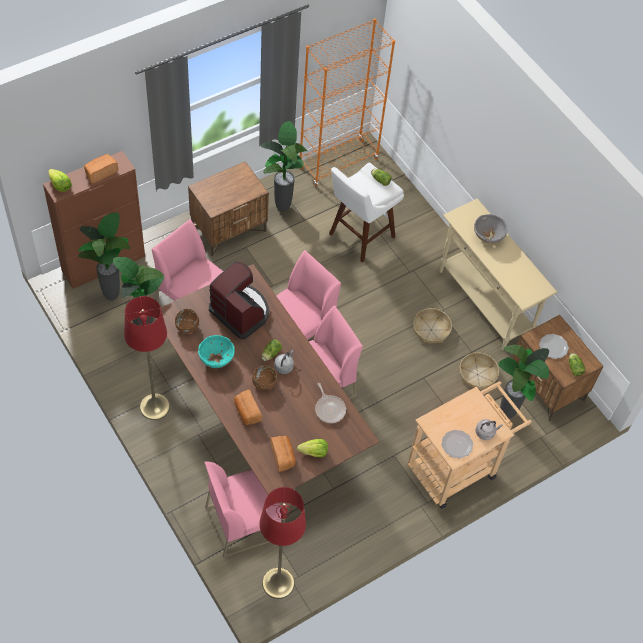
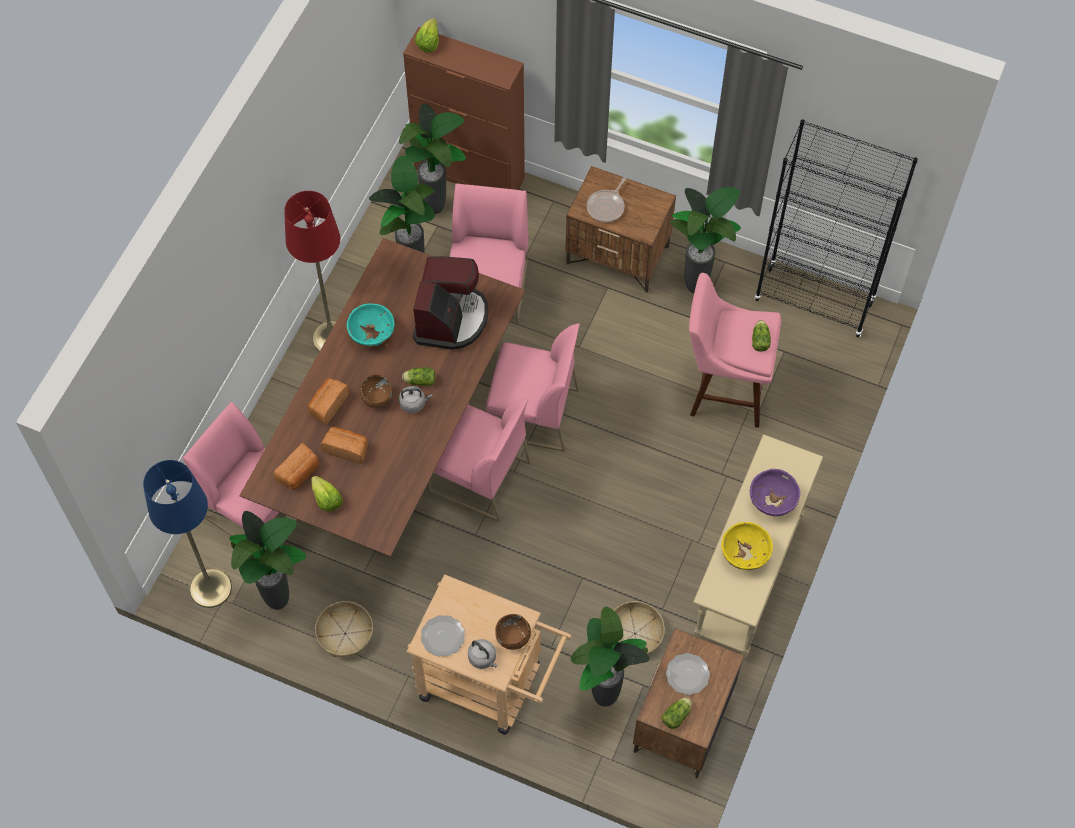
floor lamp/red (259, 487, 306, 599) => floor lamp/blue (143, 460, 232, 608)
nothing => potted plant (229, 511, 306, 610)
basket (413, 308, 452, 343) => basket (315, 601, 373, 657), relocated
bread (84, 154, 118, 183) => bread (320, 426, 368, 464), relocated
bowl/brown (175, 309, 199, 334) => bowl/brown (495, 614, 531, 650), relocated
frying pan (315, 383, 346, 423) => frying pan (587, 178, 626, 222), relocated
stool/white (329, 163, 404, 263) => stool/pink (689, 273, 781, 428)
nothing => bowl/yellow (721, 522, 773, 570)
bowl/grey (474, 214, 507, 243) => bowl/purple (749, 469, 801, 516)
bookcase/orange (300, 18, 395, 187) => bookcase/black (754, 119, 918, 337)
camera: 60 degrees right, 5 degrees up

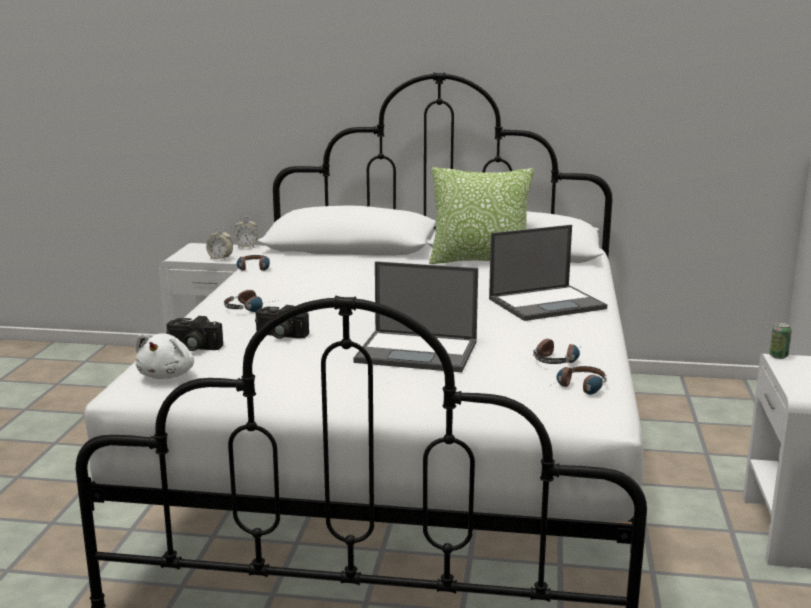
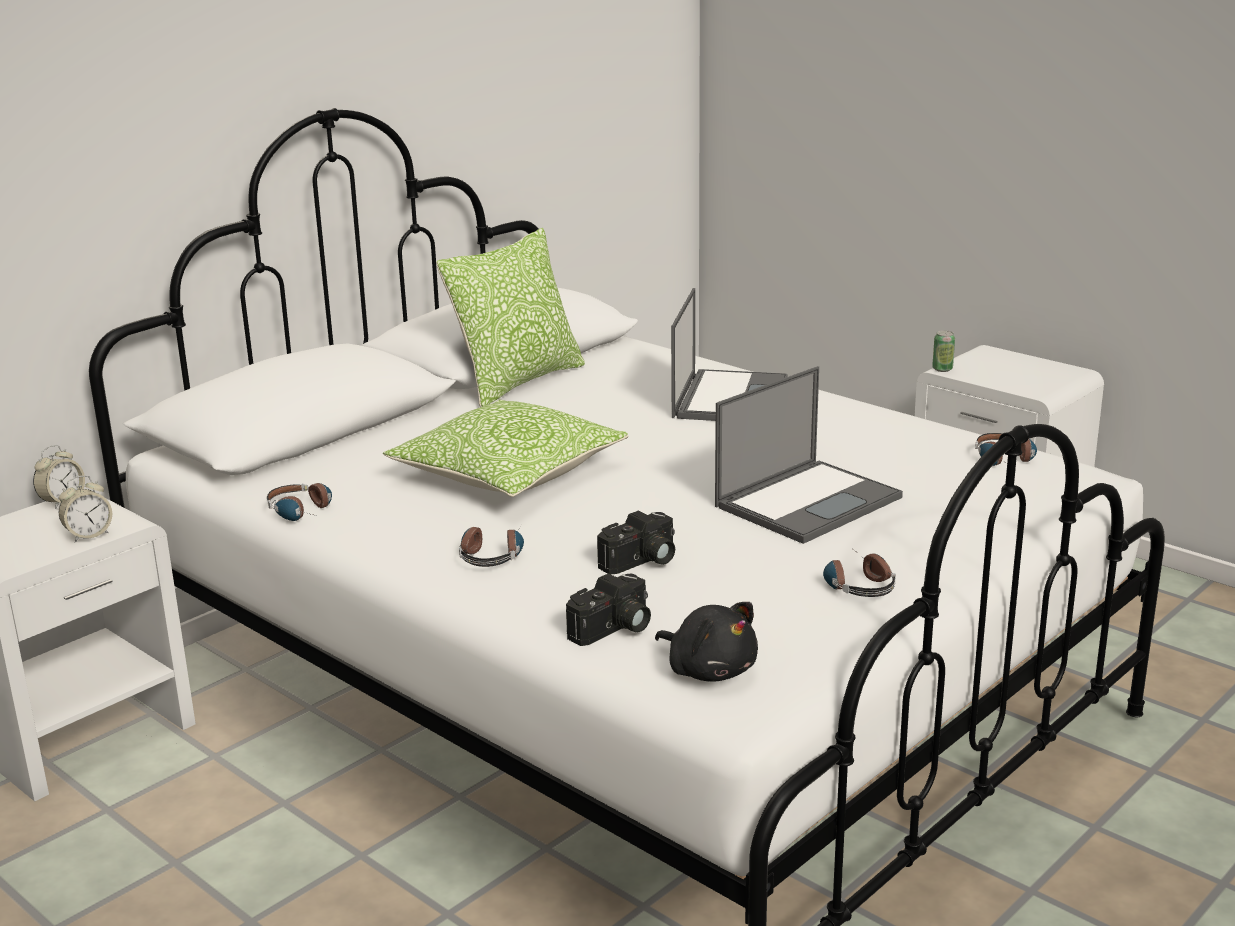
nothing => pillow (383, 400, 629, 497)
plush toy/white (136, 333, 194, 379) => plush toy/black (655, 602, 758, 682)
headphones (533, 339, 583, 364) => headphones (823, 549, 896, 597), relocated
camera: 55 degrees left, 5 degrees up

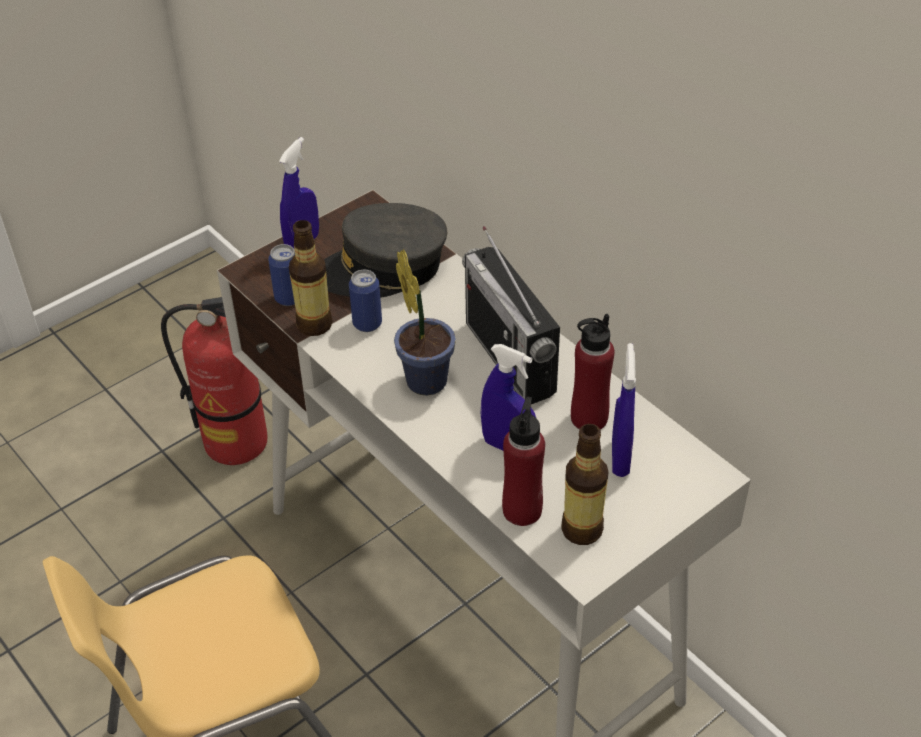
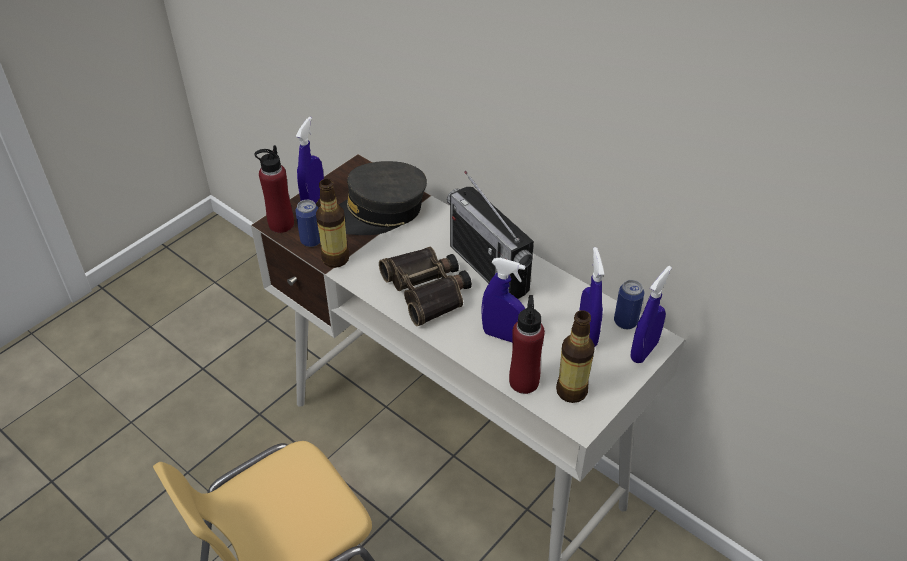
bottle/red (571, 314, 615, 430) => bottle/red (254, 145, 294, 233), relocated
potted plant (394, 249, 456, 395) => binoculars (379, 247, 472, 326)
can (349, 270, 382, 332) => can (614, 280, 644, 329), relocated
nothing => spray bottle/blue (631, 266, 672, 363)
fire extinguisher (161, 297, 268, 465) => nothing
camera: 10 degrees left, 0 degrees up

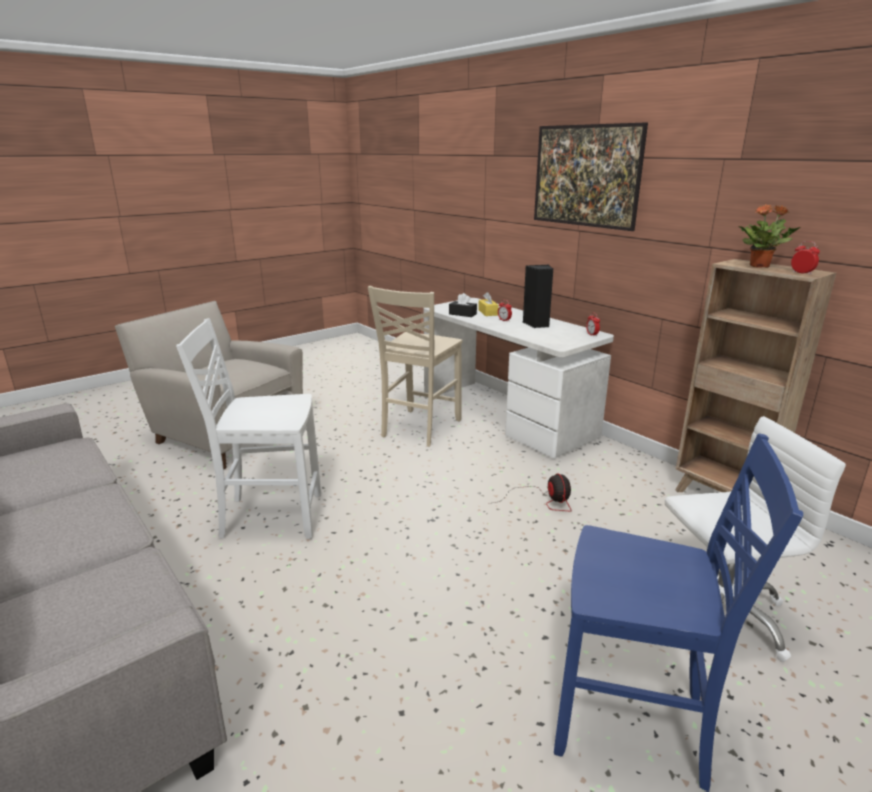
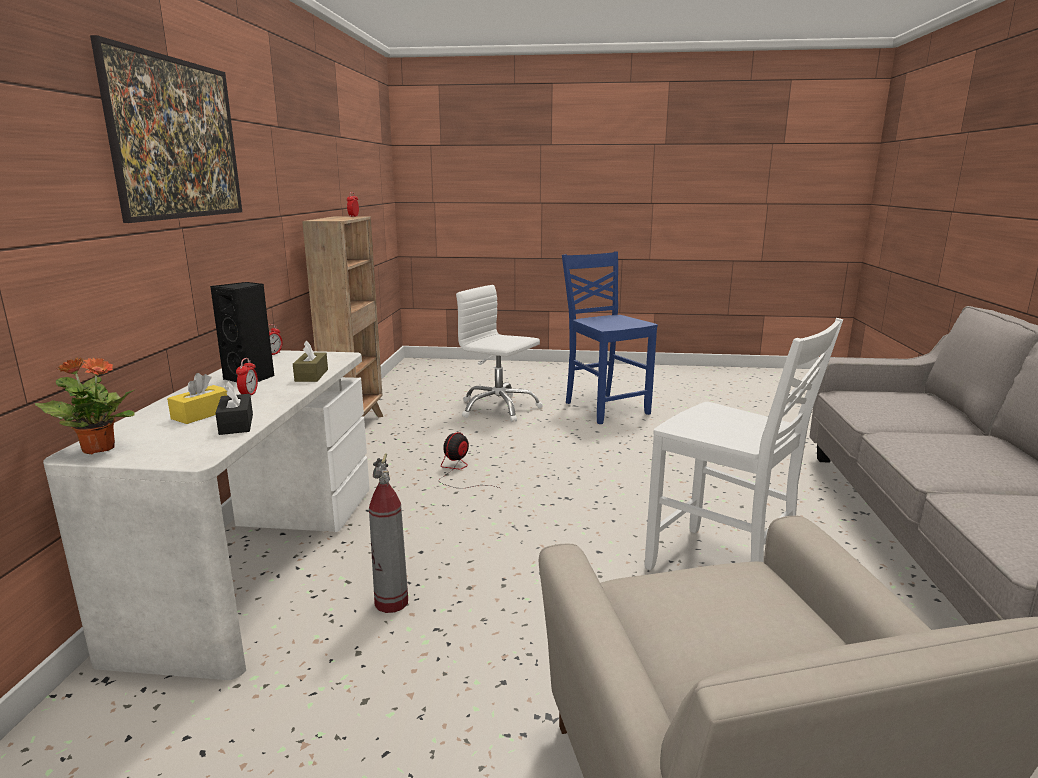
potted plant (738, 204, 801, 268) => potted plant (35, 357, 135, 454), relocated
nothing => tissue box/brown (293, 340, 328, 382)
chair/beige (368, 286, 462, 447) => fire extinguisher (369, 453, 408, 613)
camera: 135 degrees left, 5 degrees down

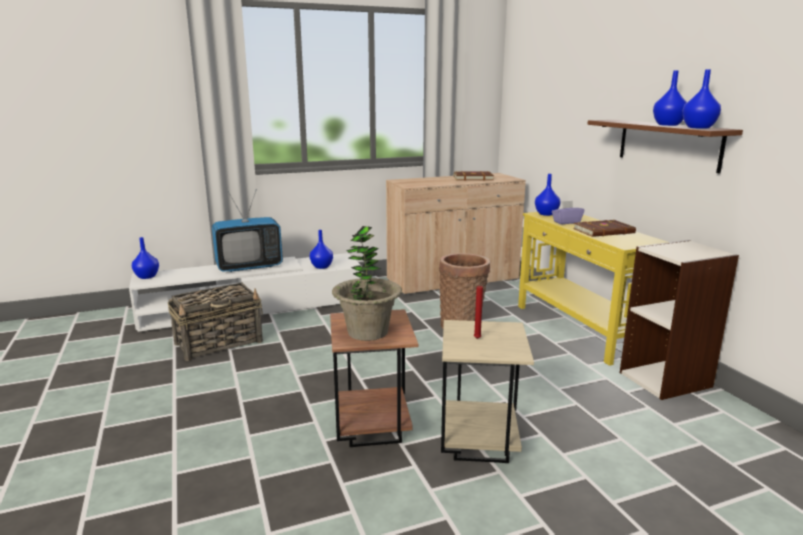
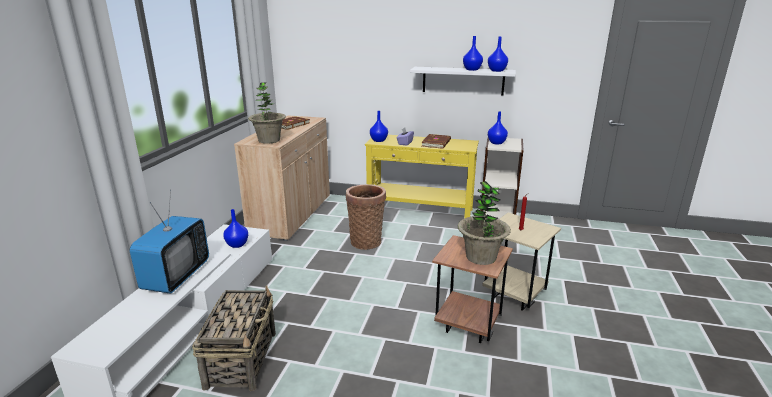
nothing => potted plant (248, 83, 286, 143)
shelf/brown (587, 120, 743, 174) => shelf/white (410, 67, 516, 95)
vase/blue (132, 237, 159, 279) => vase/blue (488, 111, 508, 144), relocated
camera: 55 degrees left, 5 degrees up

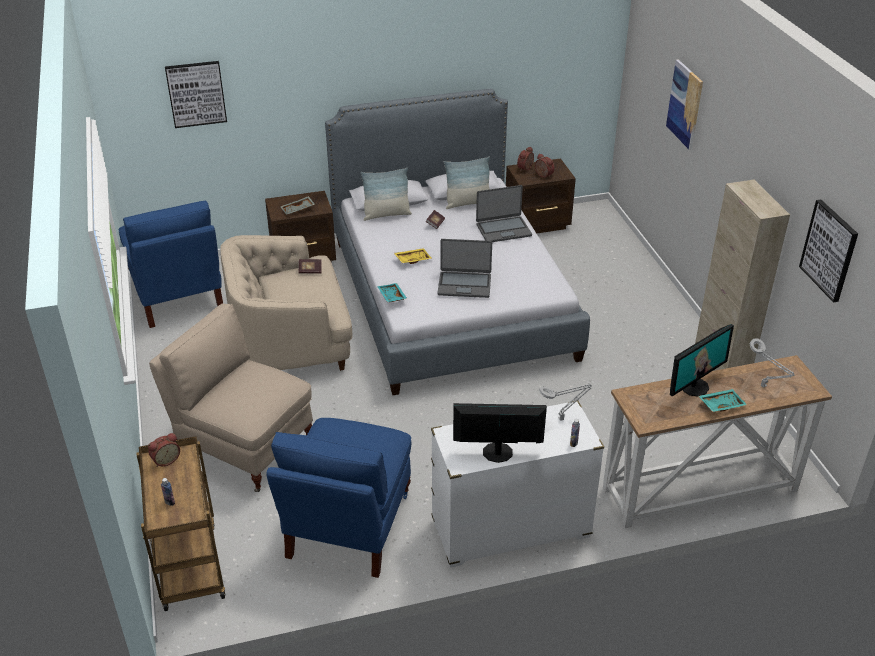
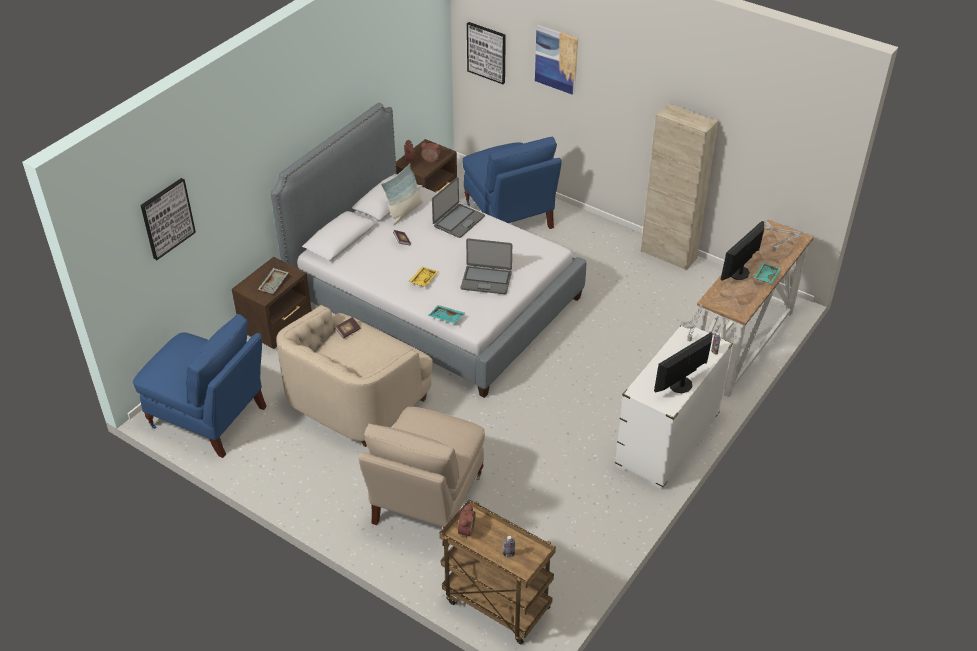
chair/beige (149, 303, 313, 492) => chair/beige (358, 407, 485, 547), 60 degrees counterclockwise
laptop (437, 239, 492, 298) => laptop (461, 238, 512, 294), 45 degrees clockwise
chair/blue (267, 418, 411, 578) => chair/blue (462, 137, 562, 229), relocated
picture (799, 199, 858, 303) => picture (467, 22, 506, 84), relocated
monitor (670, 324, 734, 397) => monitor (720, 221, 764, 281), 150 degrees counterclockwise
pillow (360, 168, 412, 221) => nothing
camera: 40 degrees left, 5 degrees up

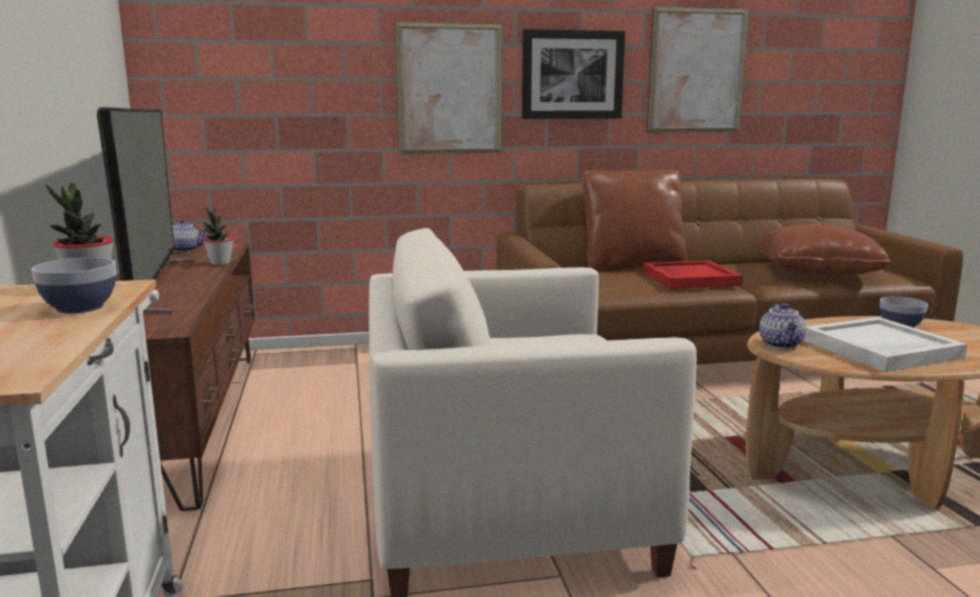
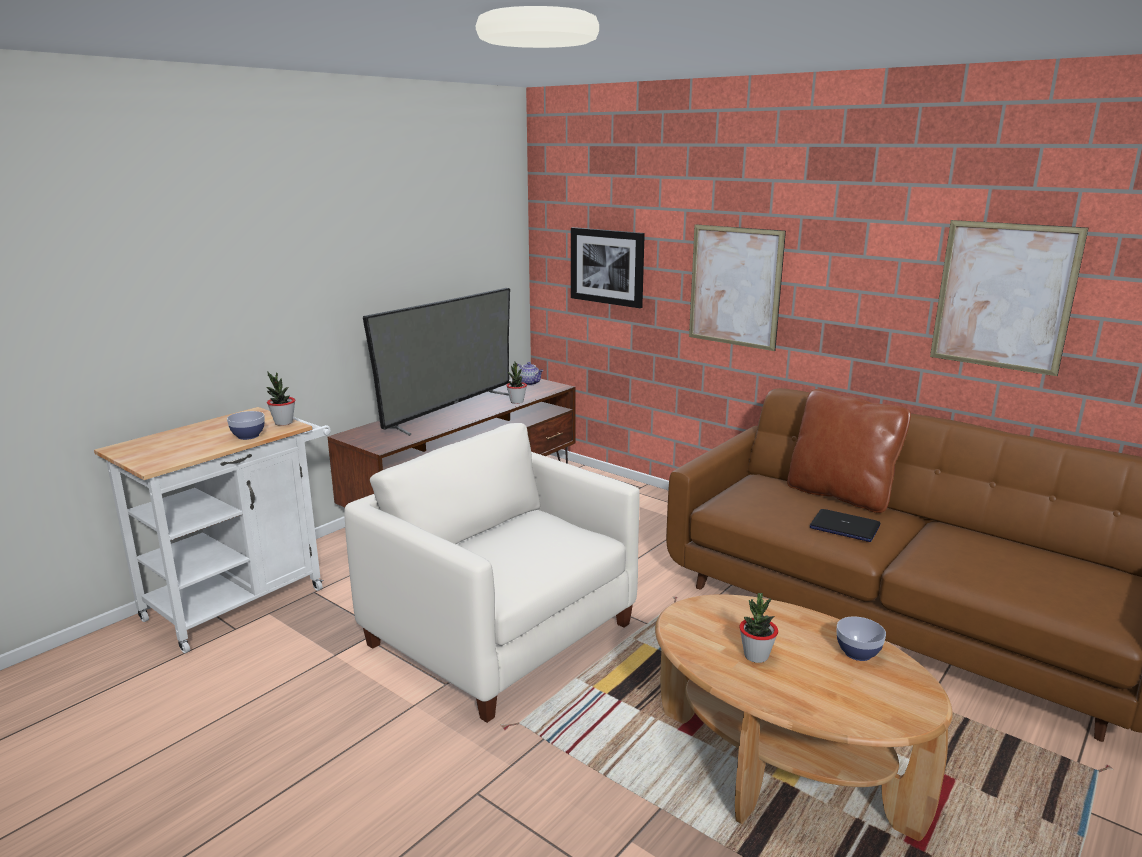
picture (522, 29, 625, 119) => picture (571, 227, 645, 308), relocated
tray/white (803, 317, 967, 372) => potted plant (739, 593, 778, 663)
tray/red (643, 260, 743, 289) => laptop (810, 509, 880, 542)
teapot (759, 303, 806, 349) => nothing
pillow/brown (760, 224, 891, 276) => nothing
camera: 50 degrees right, 5 degrees up

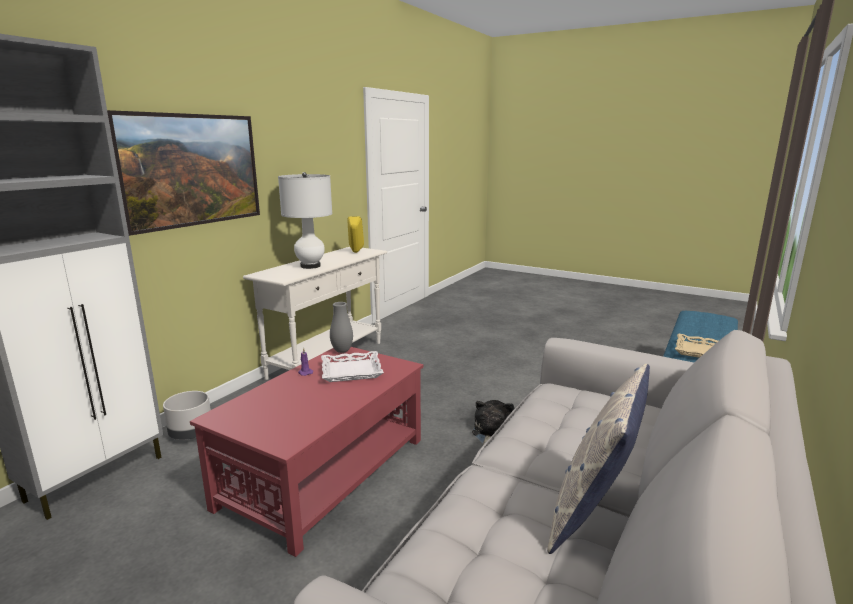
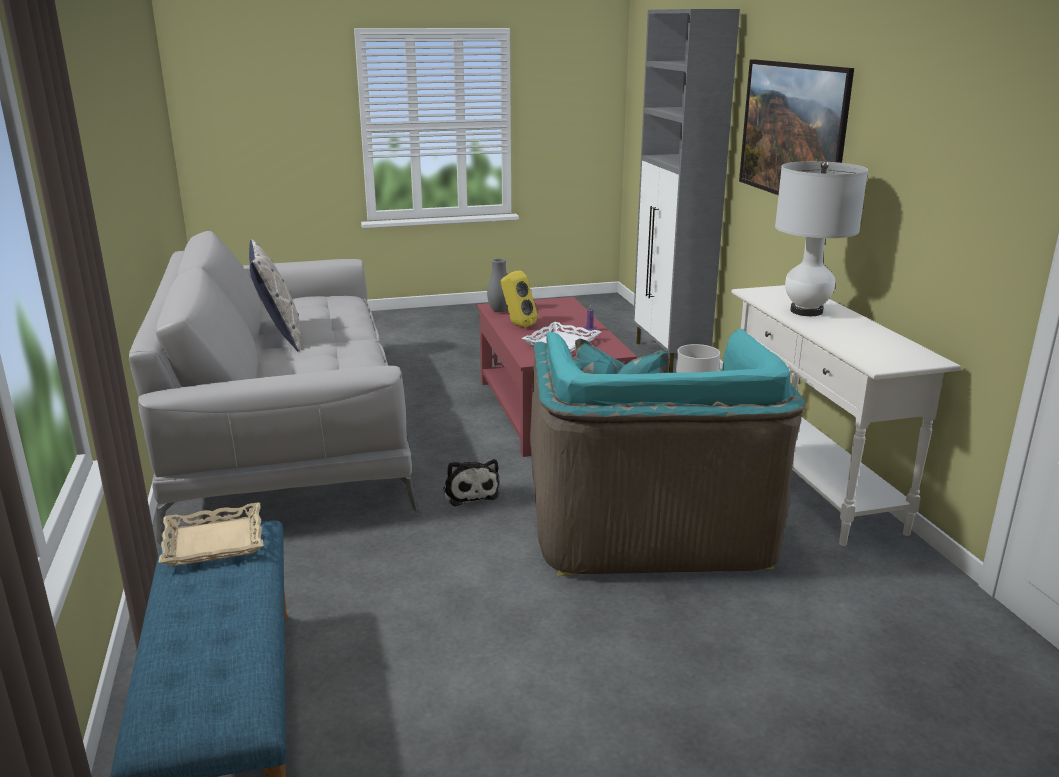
vase/grey (330, 302, 353, 353) => vase/grey (487, 259, 507, 312), relocated
speaker/yellow (347, 216, 364, 253) => speaker/yellow (501, 271, 538, 327), relocated
nothing => armchair/turquoise (530, 329, 805, 576)
camera: 135 degrees right, 5 degrees up

